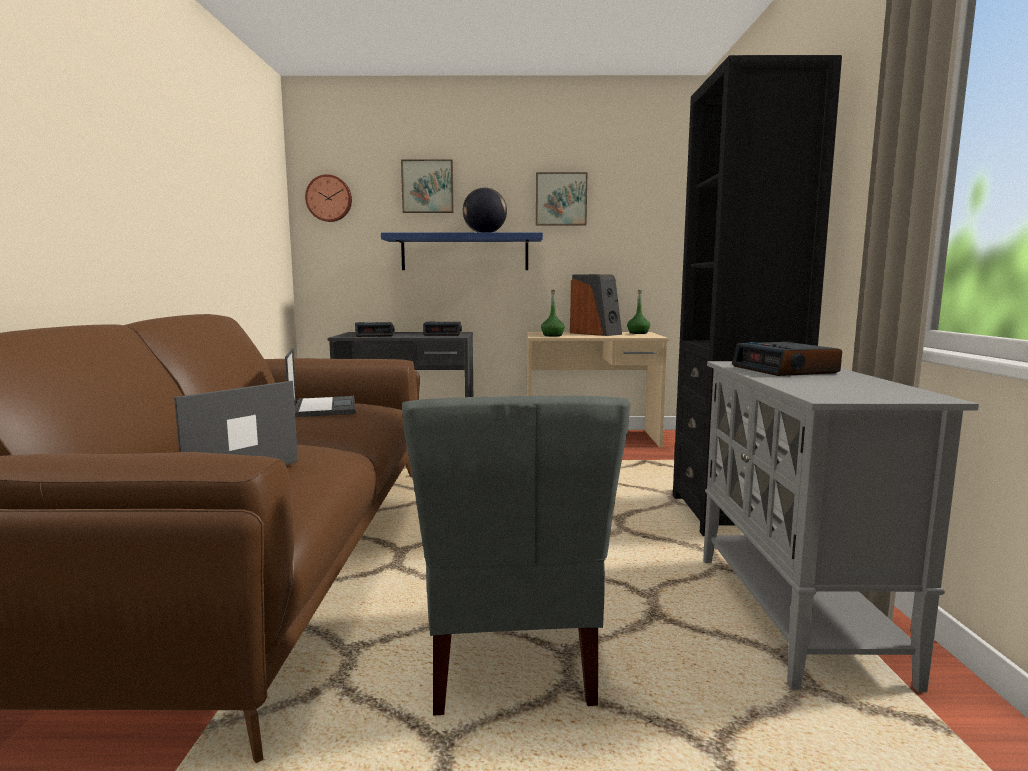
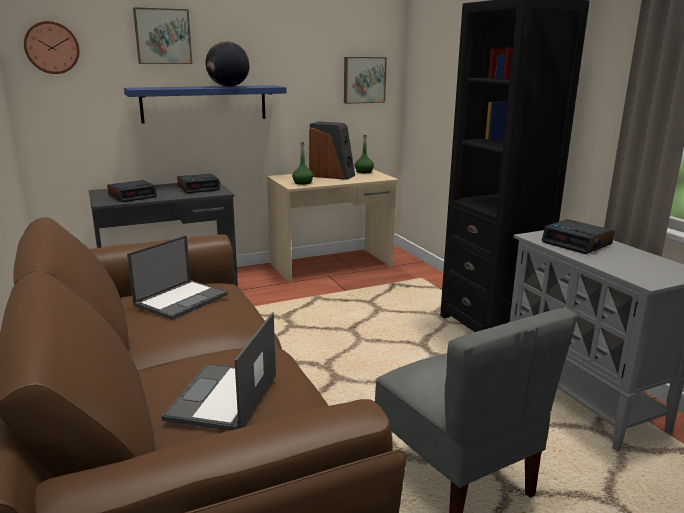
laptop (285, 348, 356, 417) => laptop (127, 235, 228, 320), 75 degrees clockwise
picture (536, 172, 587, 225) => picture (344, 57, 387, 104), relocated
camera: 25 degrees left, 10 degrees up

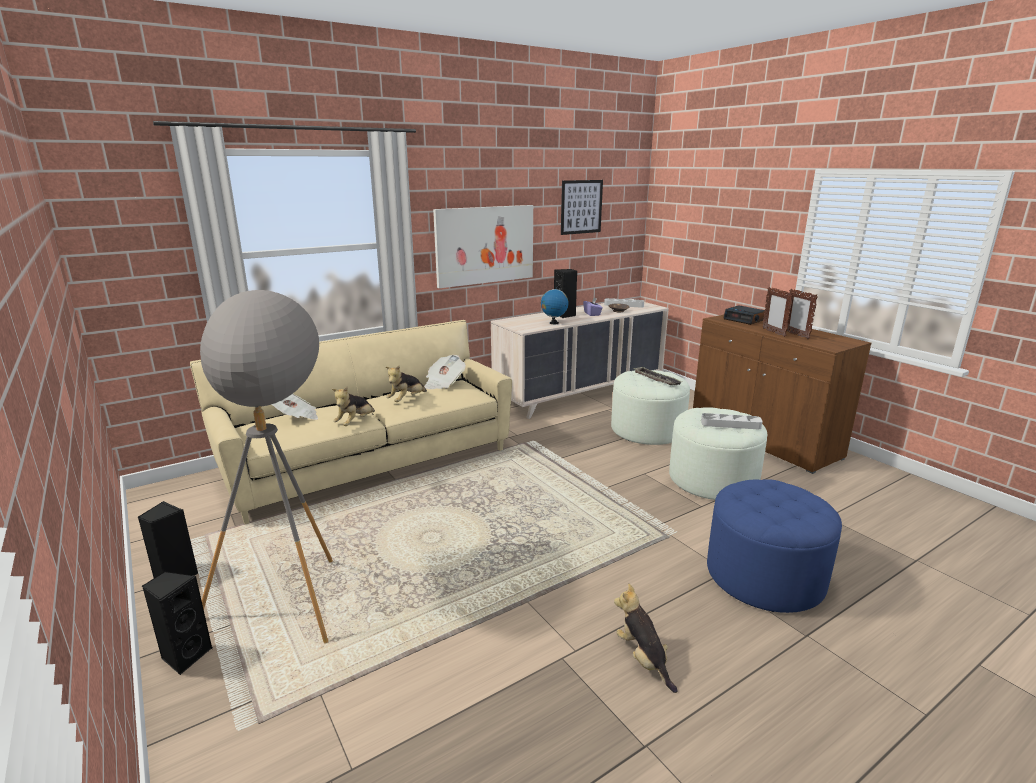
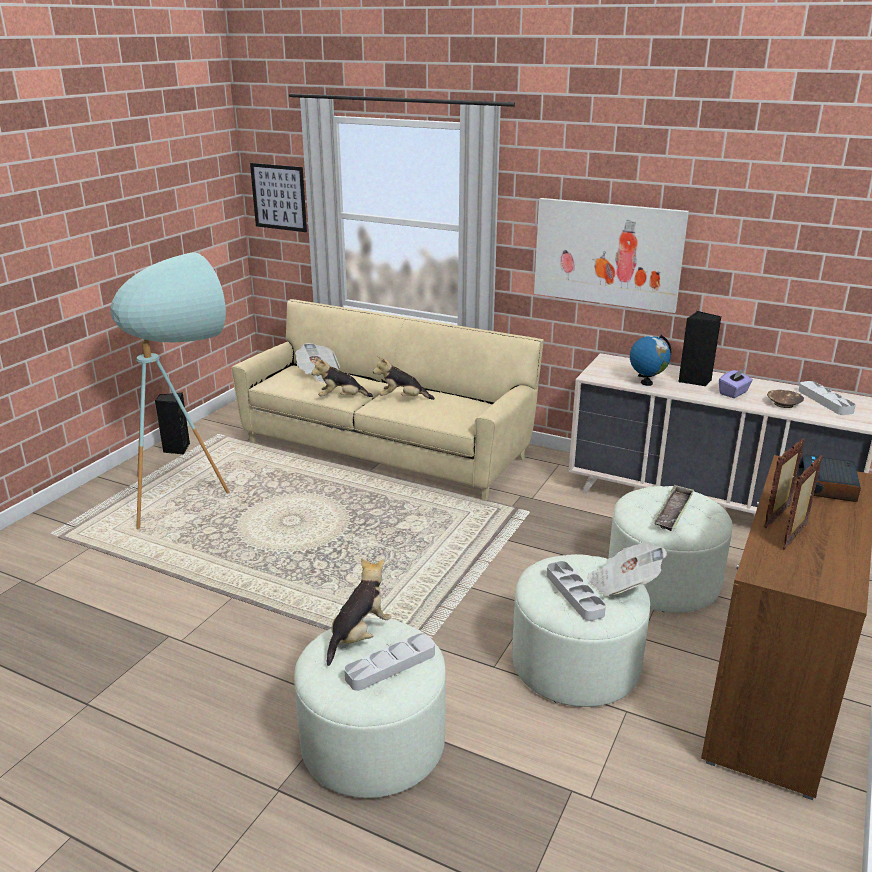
floor lamp/grey (200, 290, 333, 644) => floor lamp/turquoise (110, 252, 230, 529)
picture (561, 180, 603, 235) => picture (250, 163, 307, 232), relocated
ottoman/blue (707, 479, 842, 613) => ottoman/white (294, 618, 446, 798)
plush toy (614, 583, 678, 693) => plush toy (327, 558, 391, 666), relocated
nothing => tray/grey (344, 633, 435, 691)
newspaper (424, 355, 466, 389) => newspaper (587, 542, 667, 597), relocated
speaker/black (142, 571, 213, 675) => nothing
camera: 60 degrees right, 5 degrees up

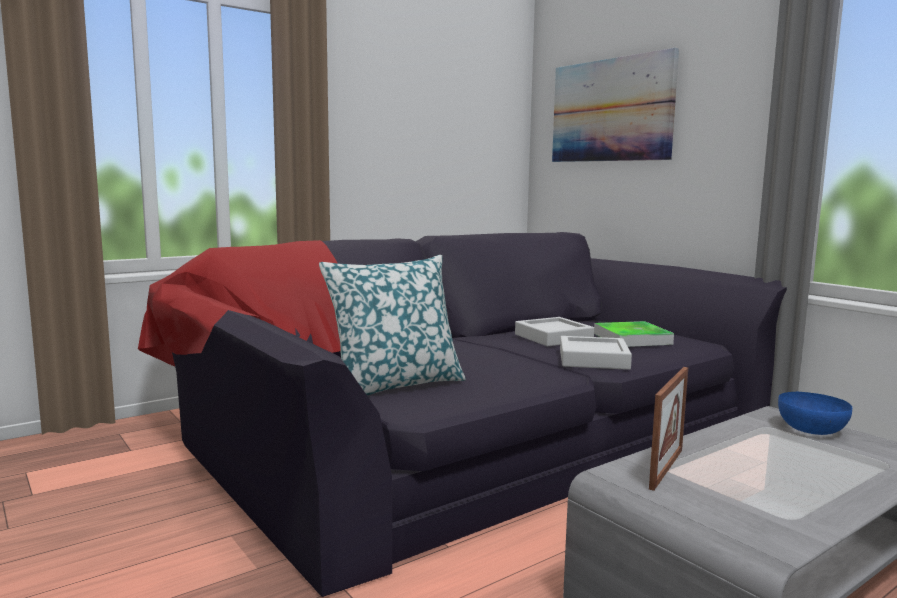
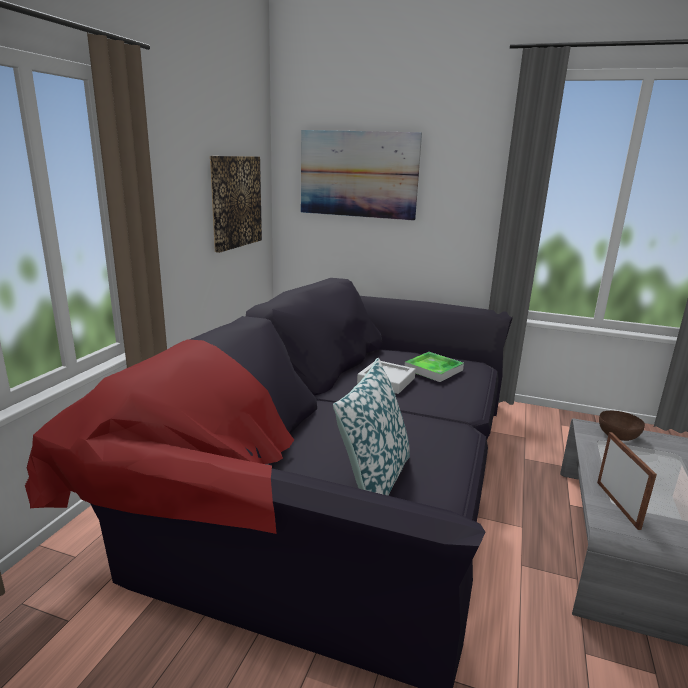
nothing => picture (210, 156, 262, 253)
bowl/blue (778, 392, 852, 435) => bowl/brown (599, 411, 645, 441)
tray/grey (560, 336, 632, 370) => nothing
camera: 35 degrees left, 10 degrees up

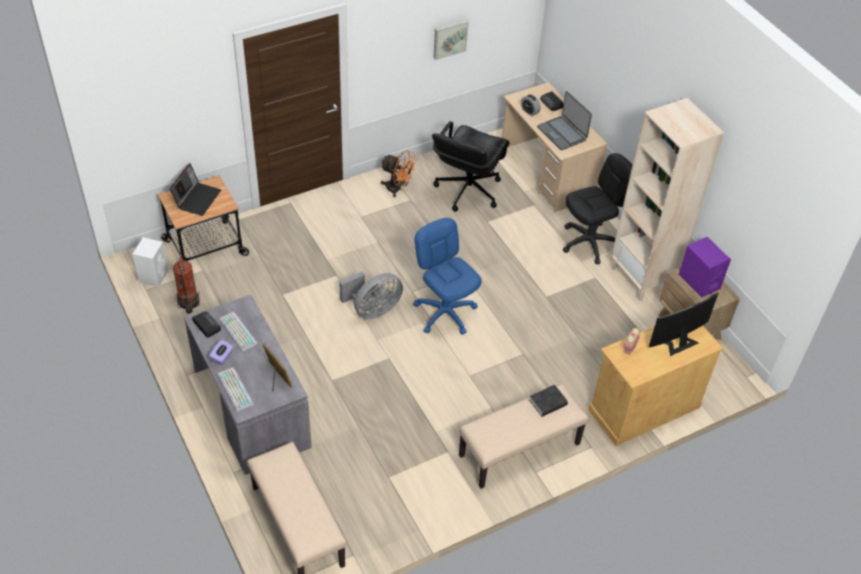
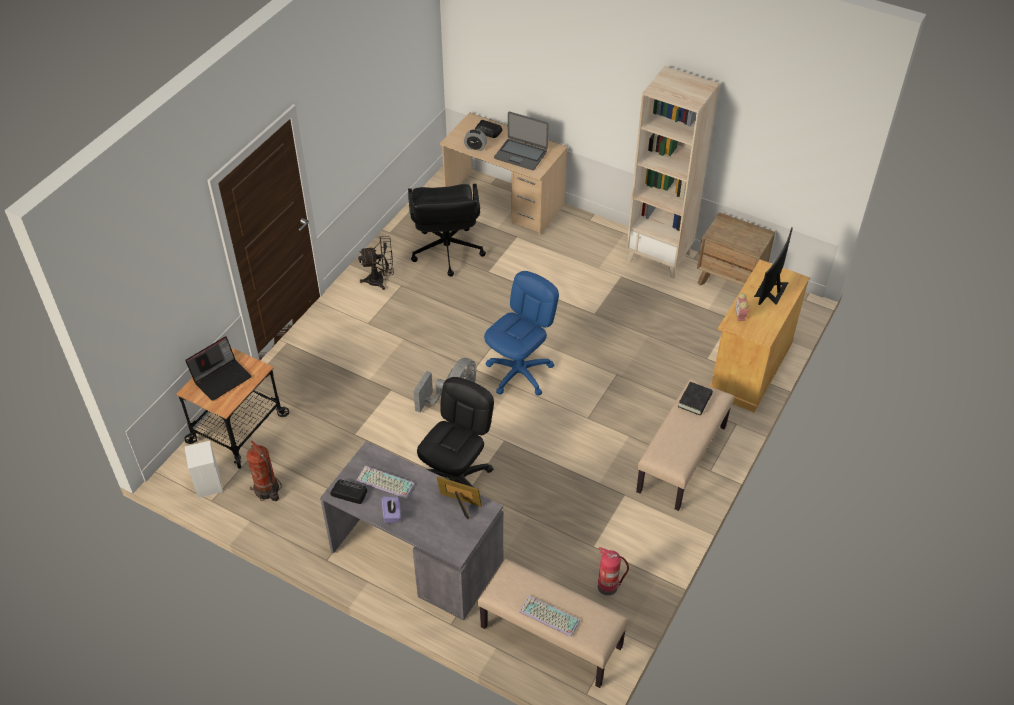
laptop (170, 163, 221, 216) => laptop (185, 336, 252, 401), 60 degrees clockwise
fan/orange (380, 150, 417, 197) => fan/black (358, 236, 394, 290)
office chair/black (563, 153, 632, 264) => office chair/black (417, 377, 494, 487), relocated
office chair/blue (413, 218, 481, 335) => office chair/blue (484, 271, 559, 396), 105 degrees clockwise
keyboard (217, 367, 254, 412) => keyboard (519, 596, 580, 637), relocated
nothing => fire extinguisher (598, 547, 629, 596)
picture (433, 20, 468, 60) => nothing
speaker/purple (679, 237, 731, 298) => nothing
camera: 30 degrees left, 0 degrees up

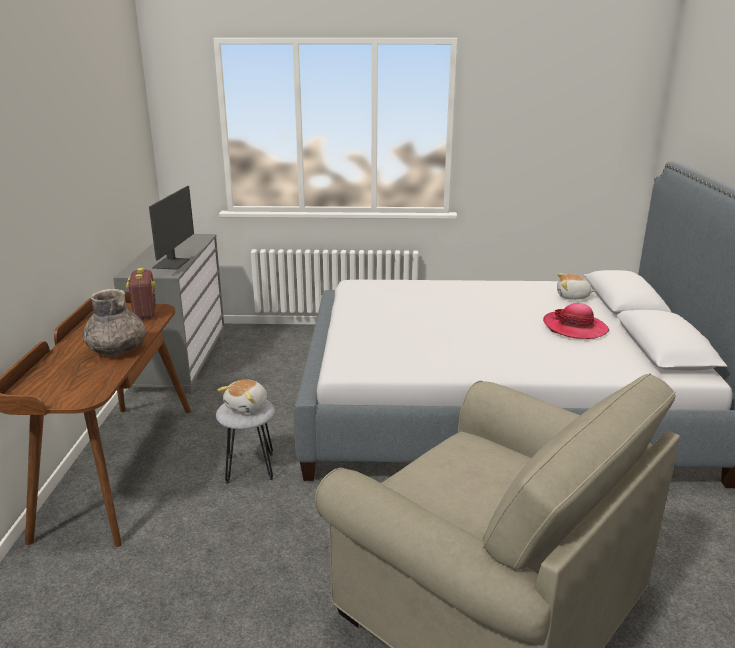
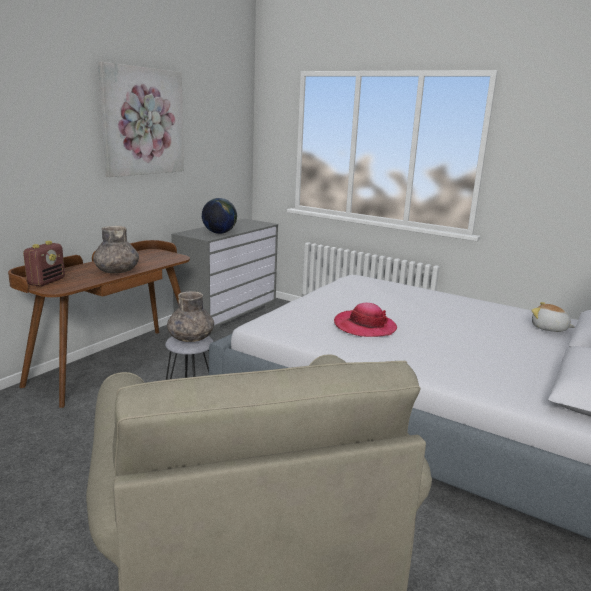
radio (126, 268, 156, 320) => radio (23, 241, 65, 286), relocated
nothing => picture (98, 62, 184, 177)
plush toy (218, 379, 267, 413) => vase/grey (167, 291, 214, 342)
monitor (149, 186, 194, 270) => globe (202, 198, 237, 234)
hat (543, 303, 609, 339) => hat (334, 303, 397, 337), relocated
camera: 30 degrees right, 5 degrees down

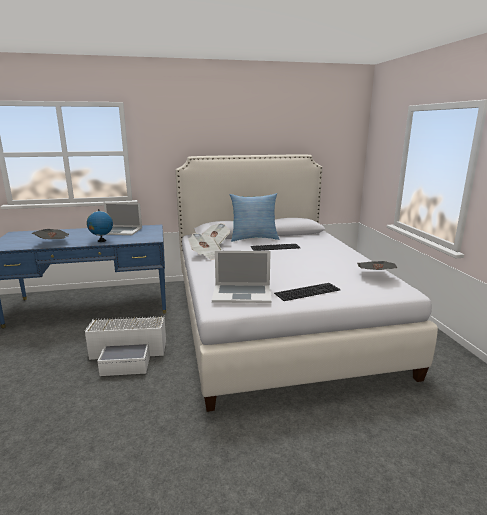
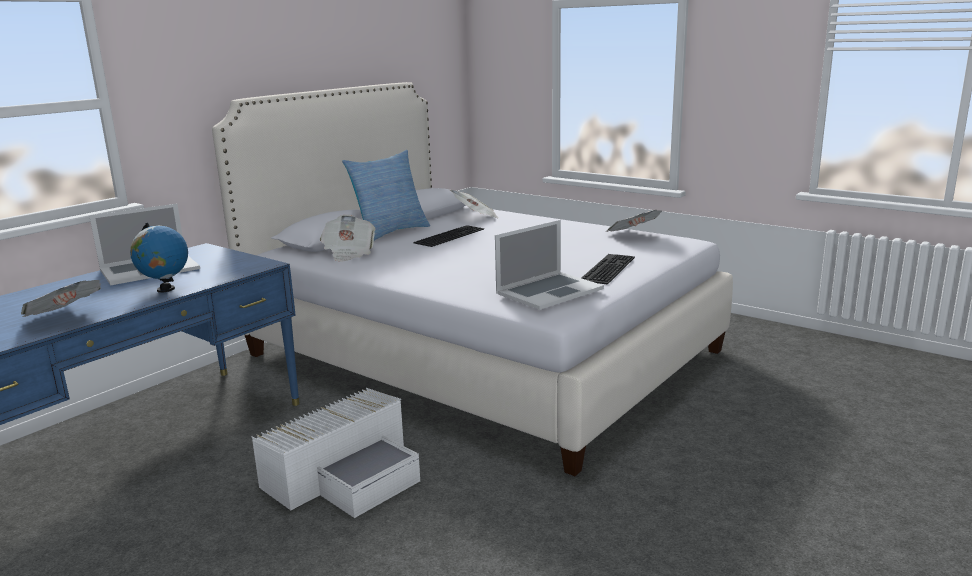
newspaper (188, 233, 221, 260) => newspaper (450, 190, 498, 218), relocated
camera: 40 degrees left, 0 degrees up

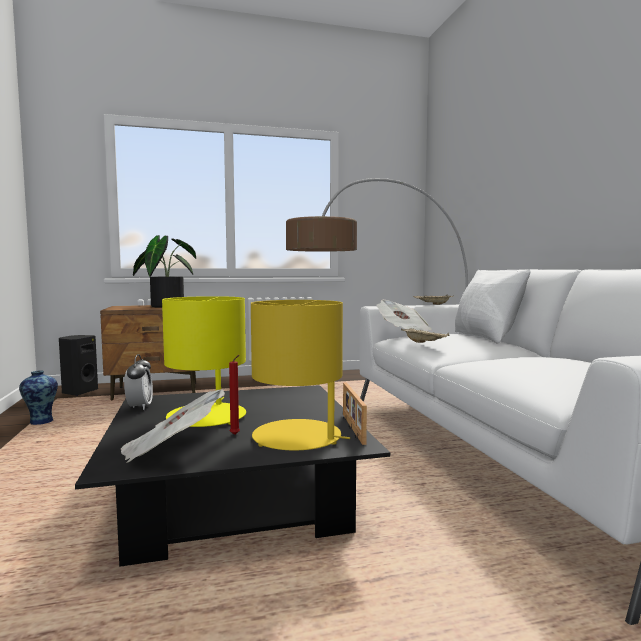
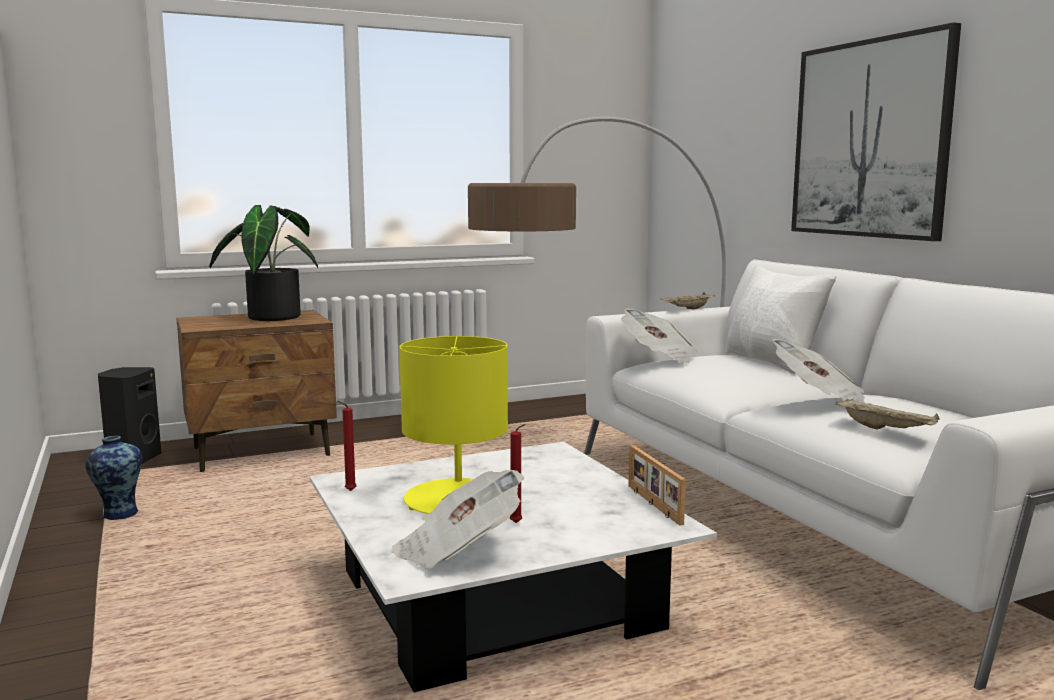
coffee table/black (75, 385, 390, 567) => coffee table/white (310, 442, 717, 692)
alarm clock (124, 354, 153, 410) => candle/red (337, 400, 357, 491)
nothing => newspaper (772, 339, 865, 403)
nothing => picture (791, 22, 961, 241)
tray/beige (401, 328, 449, 343) => tray/beige (835, 399, 940, 430), relocated
table lamp/yellow (251, 300, 350, 450) => nothing
camera: 10 degrees left, 5 degrees up

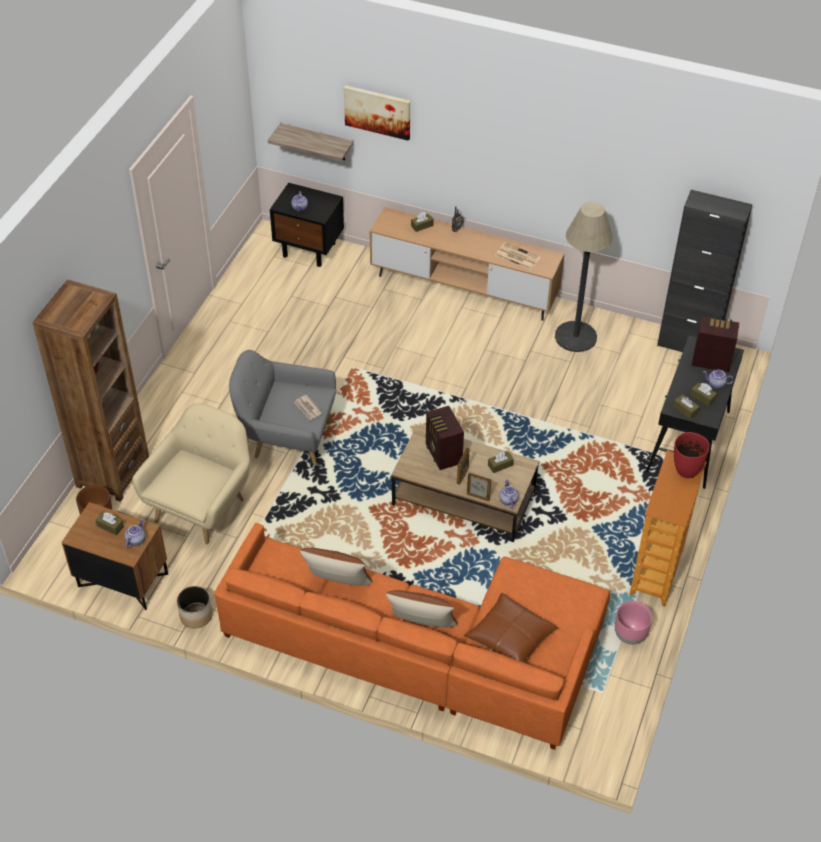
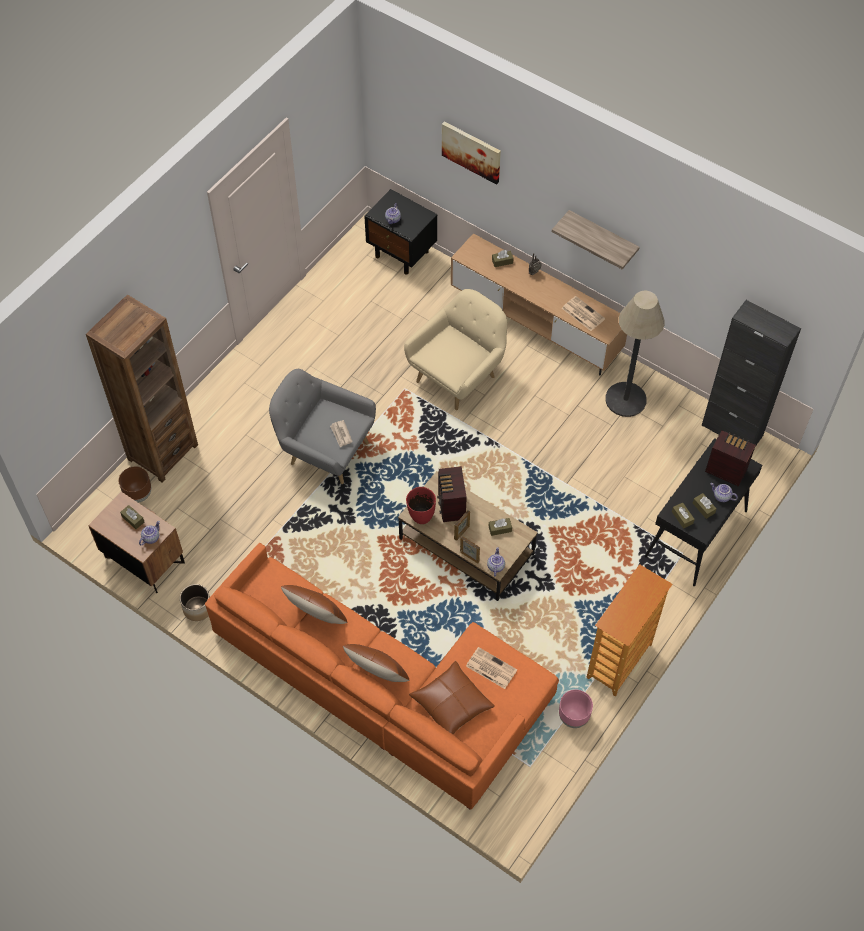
armchair/beige (132, 403, 250, 545) => armchair/beige (404, 289, 507, 410), relocated
vase/red (674, 432, 710, 478) => vase/red (406, 487, 436, 524), relocated
nothing => newspaper (466, 647, 517, 689)
shelf (268, 123, 354, 162) => shelf (552, 210, 640, 270), relocated
camera: 15 degrees right, 10 degrees up

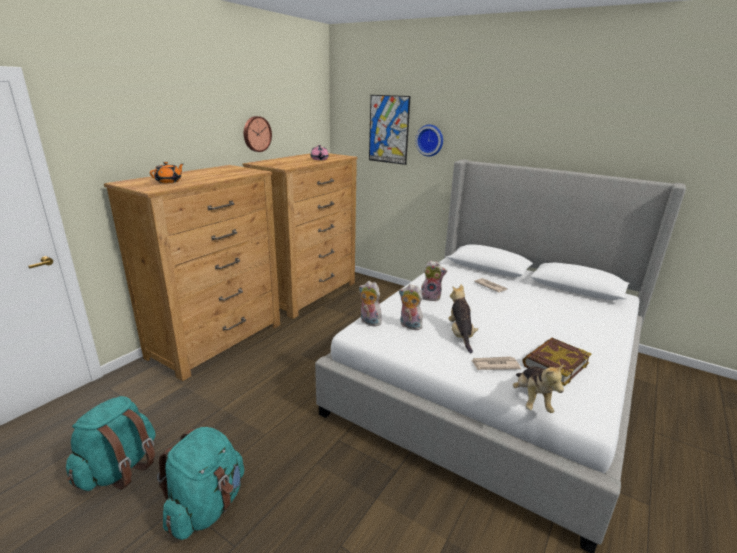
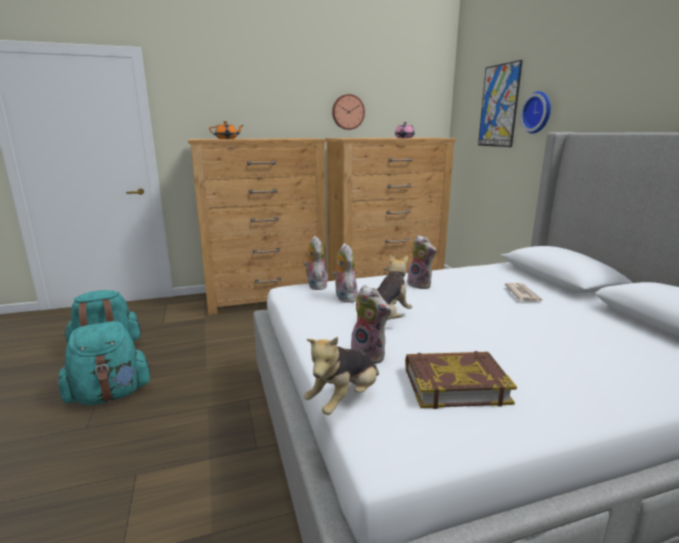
newspaper (471, 356, 521, 370) => plush toy (351, 285, 391, 364)
camera: 40 degrees right, 5 degrees down

